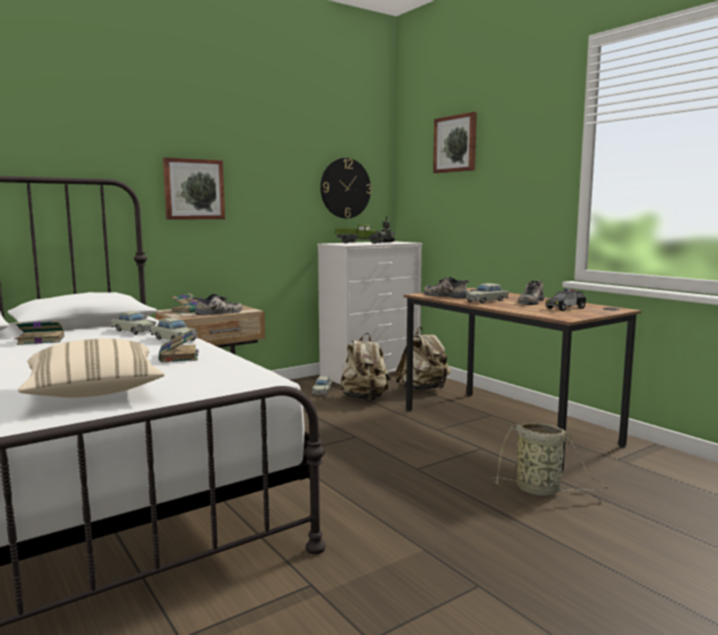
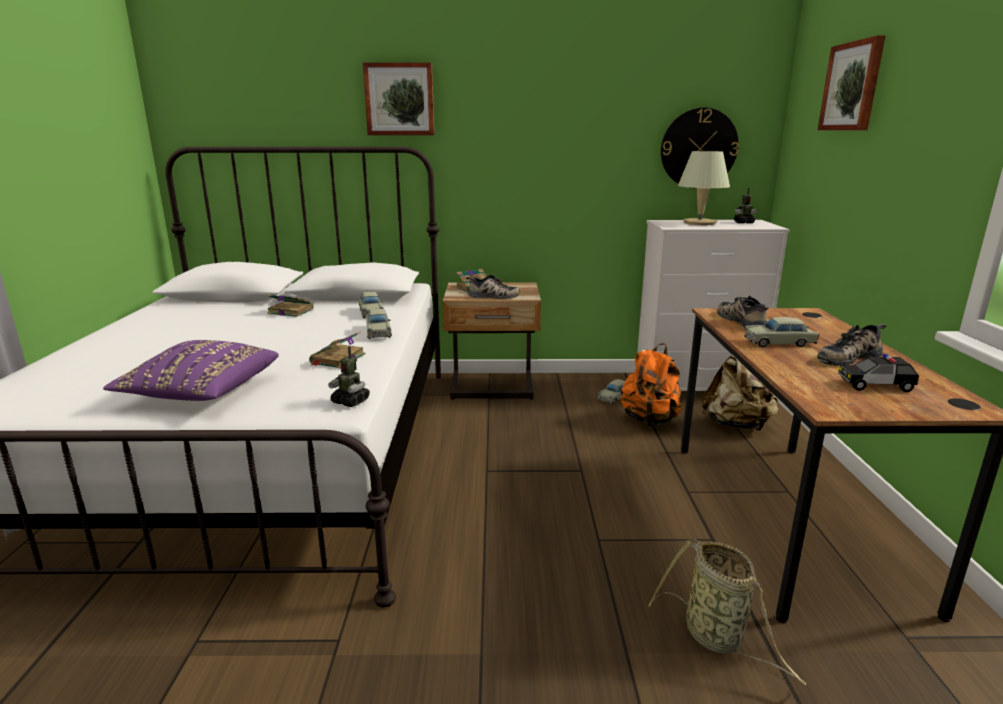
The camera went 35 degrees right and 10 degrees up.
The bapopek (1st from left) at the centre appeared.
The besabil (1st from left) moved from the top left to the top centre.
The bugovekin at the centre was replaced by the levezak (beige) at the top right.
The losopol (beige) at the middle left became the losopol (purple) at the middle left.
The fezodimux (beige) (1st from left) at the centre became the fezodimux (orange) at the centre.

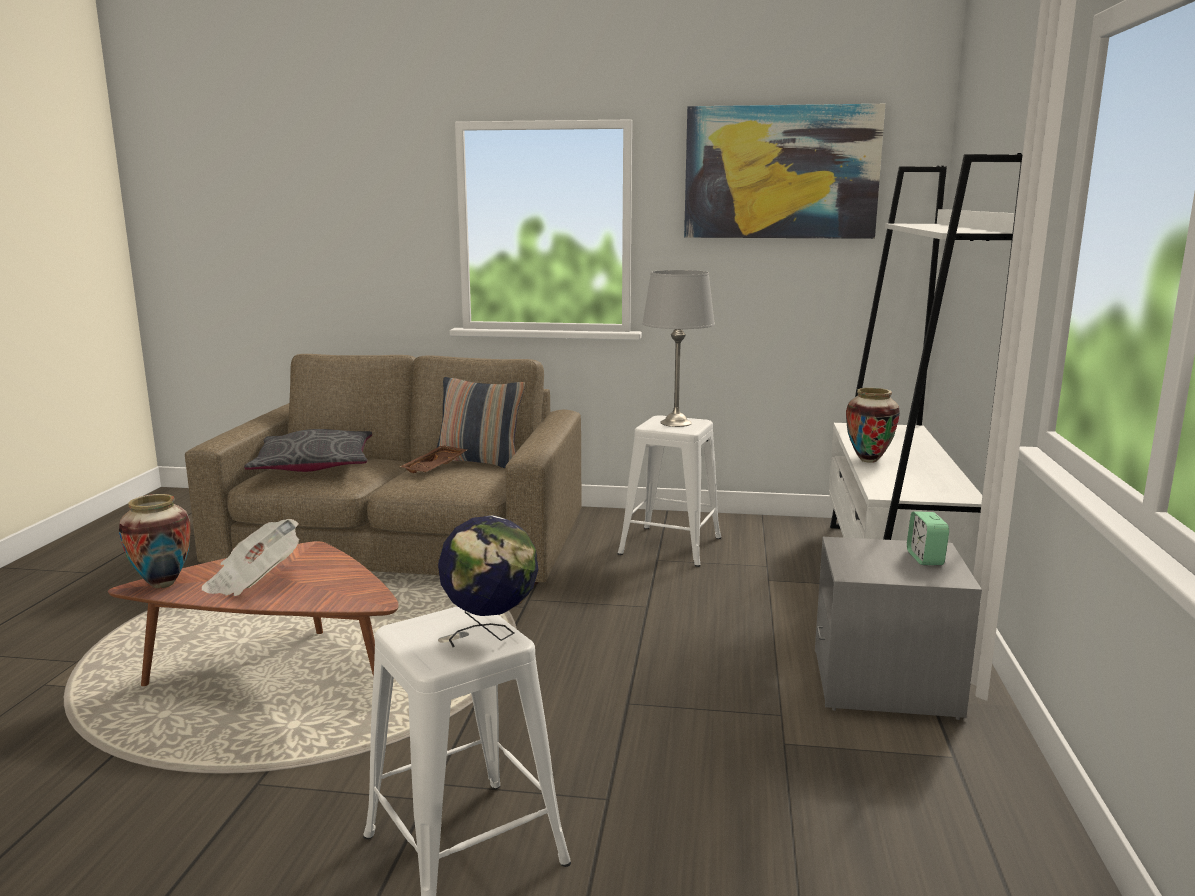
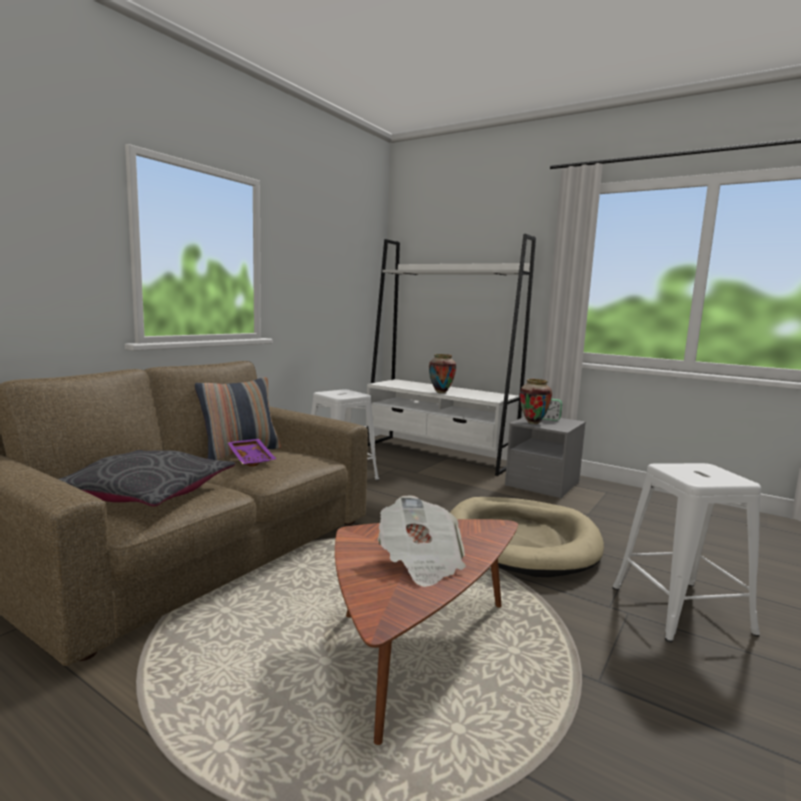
The camera went 65 degrees left and 5 degrees down.
The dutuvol at the centre disappeared.
The levezak (grey) at the centre disappeared.
The besabil at the top centre disappeared.
The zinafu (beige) at the bottom centre appeared.
The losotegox (1st from left in the first image) moved from the middle left to the middle right.
The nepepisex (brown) at the centre became the nepepisex (purple) at the middle left.

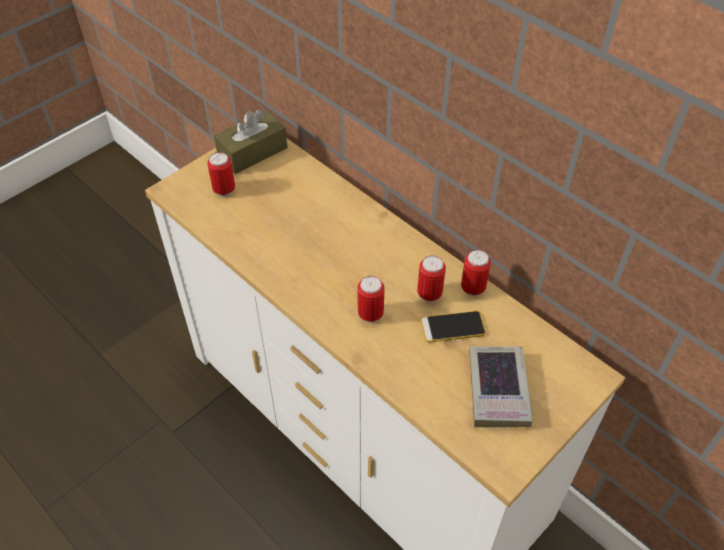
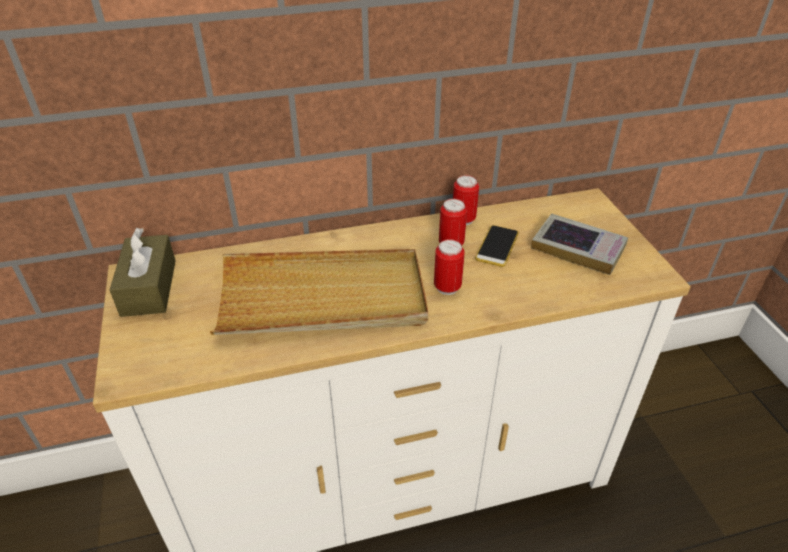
The camera went 60 degrees left and 10 degrees down.
The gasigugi (1st from left) at the top left disappeared.
The nepepisex (beige) at the centre appeared.

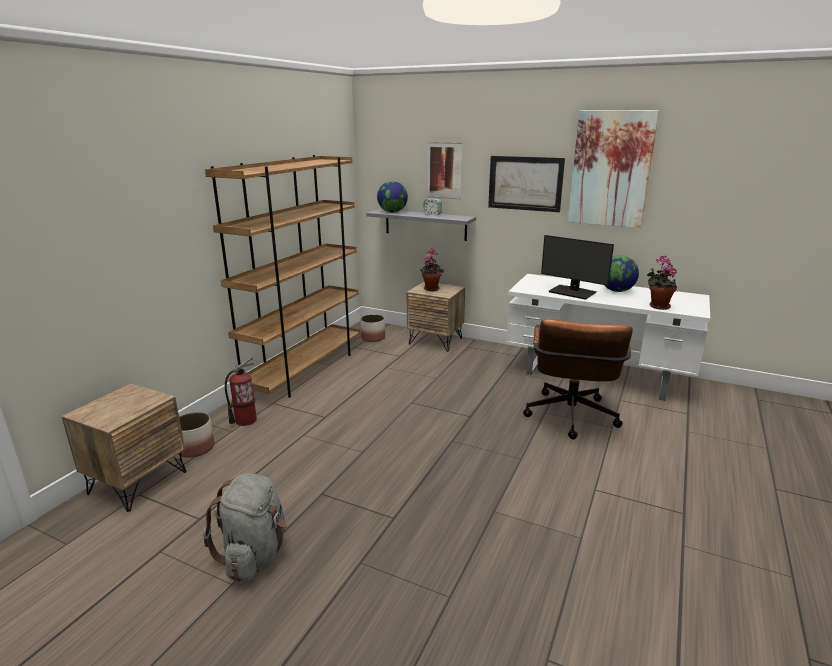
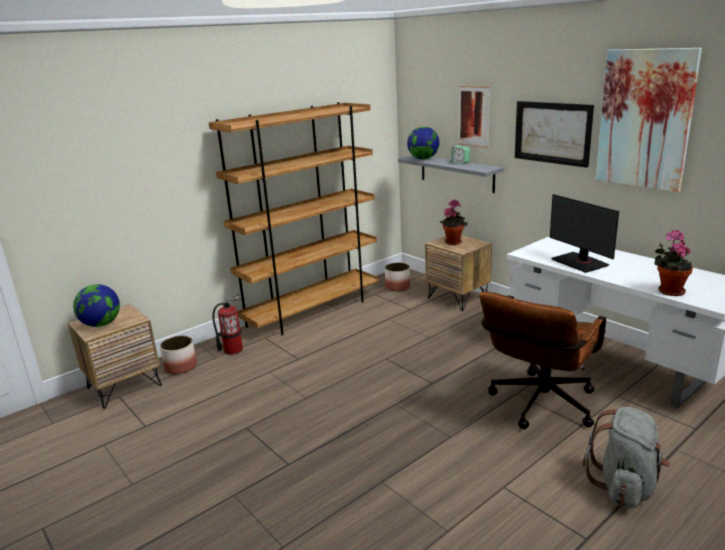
The camera went 25 degrees right and 0 degrees up.
The fezodimux (grey) moved from the bottom left to the bottom right.
The dutuvol (2nd from left in the first image) moved from the middle right to the middle left.

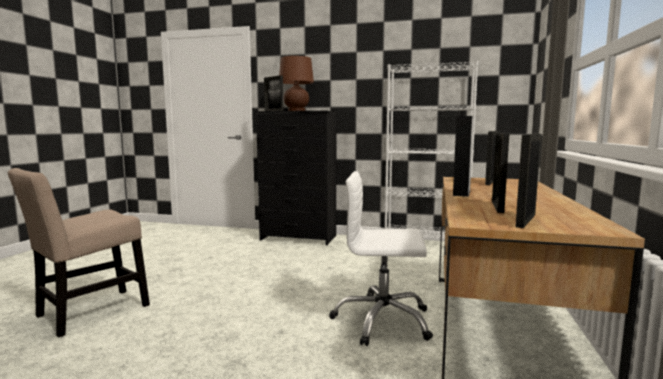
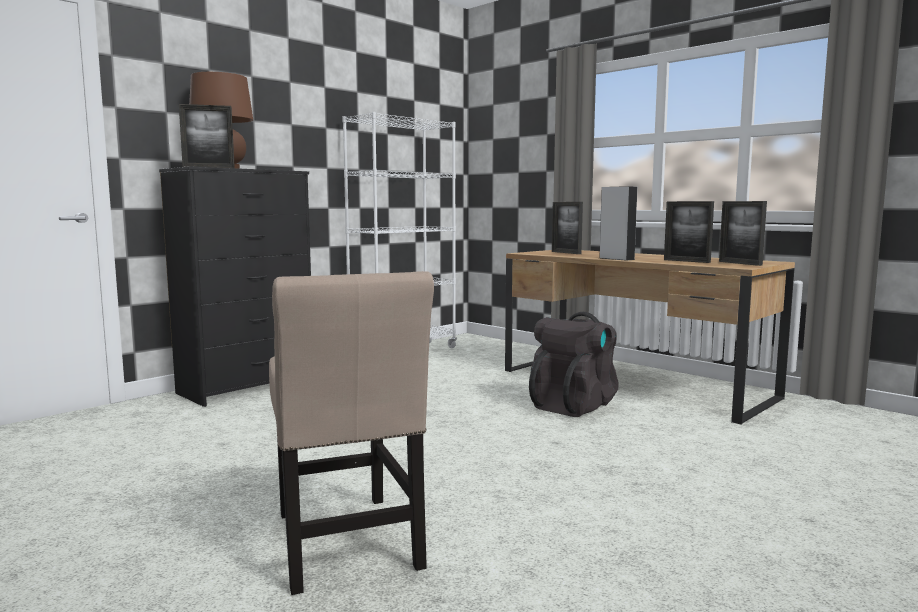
The camera went 60 degrees left and 0 degrees up.
The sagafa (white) at the bottom centre was replaced by the fezodimux (black) at the centre.

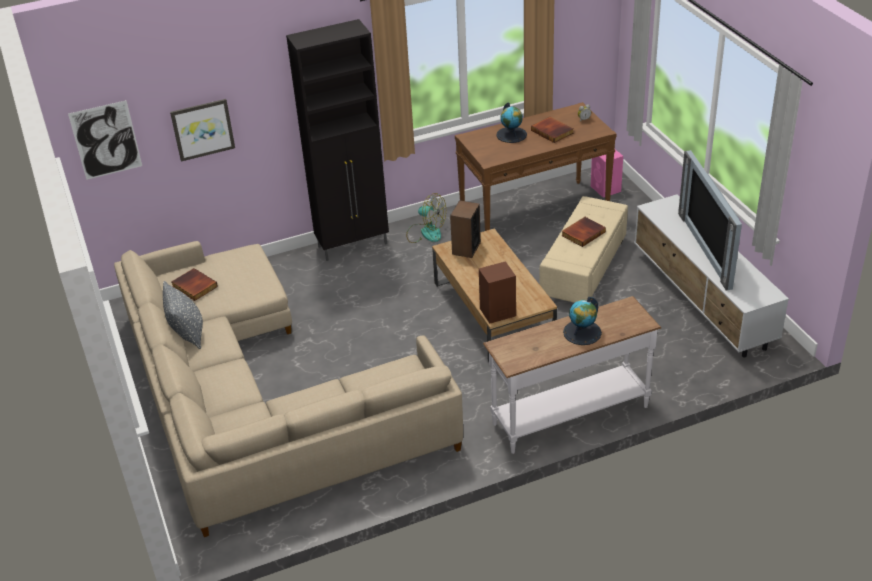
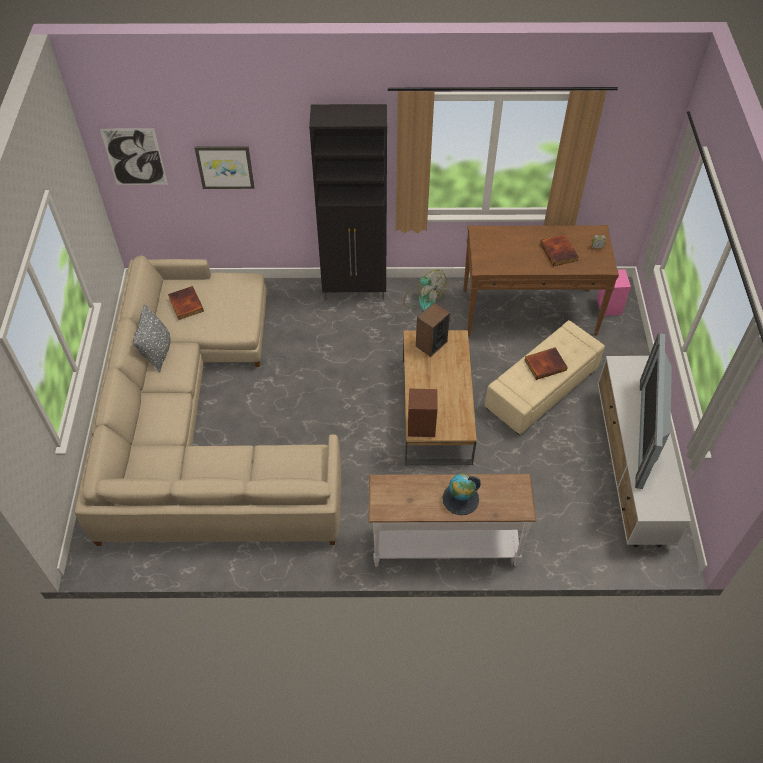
The camera went 20 degrees right and 15 degrees up.
The dutuvol (1st from left) at the top centre disappeared.

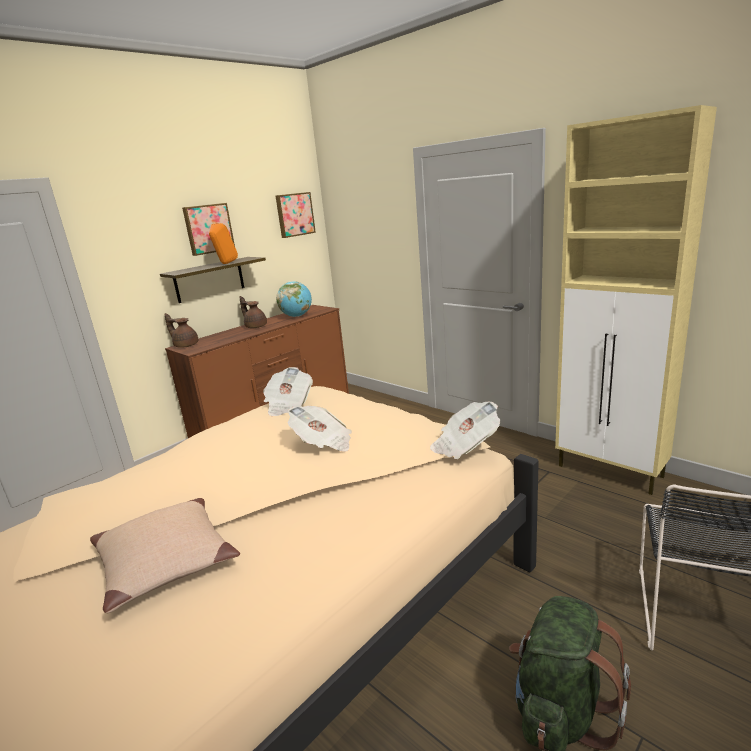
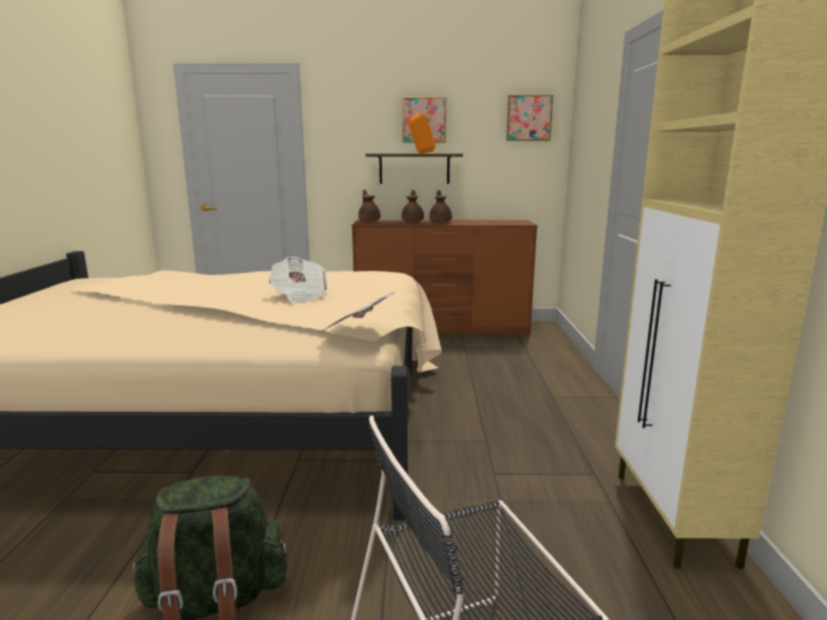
The camera went 45 degrees right and 5 degrees down.
The losopol (beige) at the bottom left disappeared.
The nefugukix (1st from left) at the centre disappeared.
The dutuvol at the centre disappeared.
The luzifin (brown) (2nd from left) at the top centre appeared.

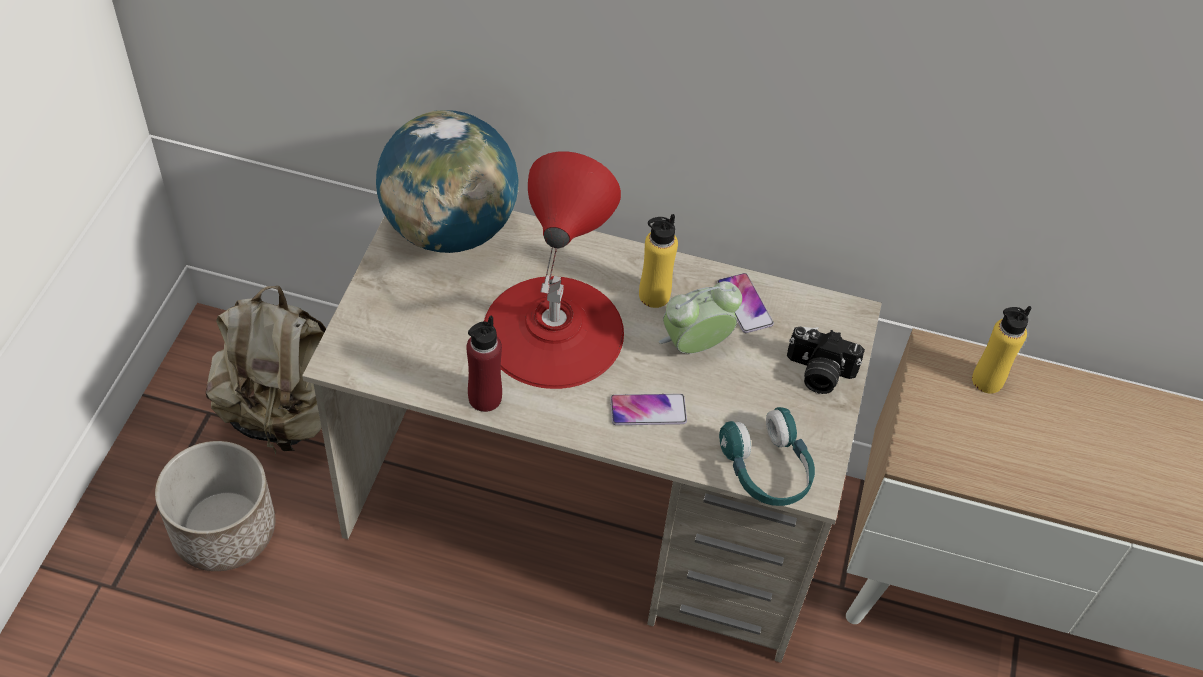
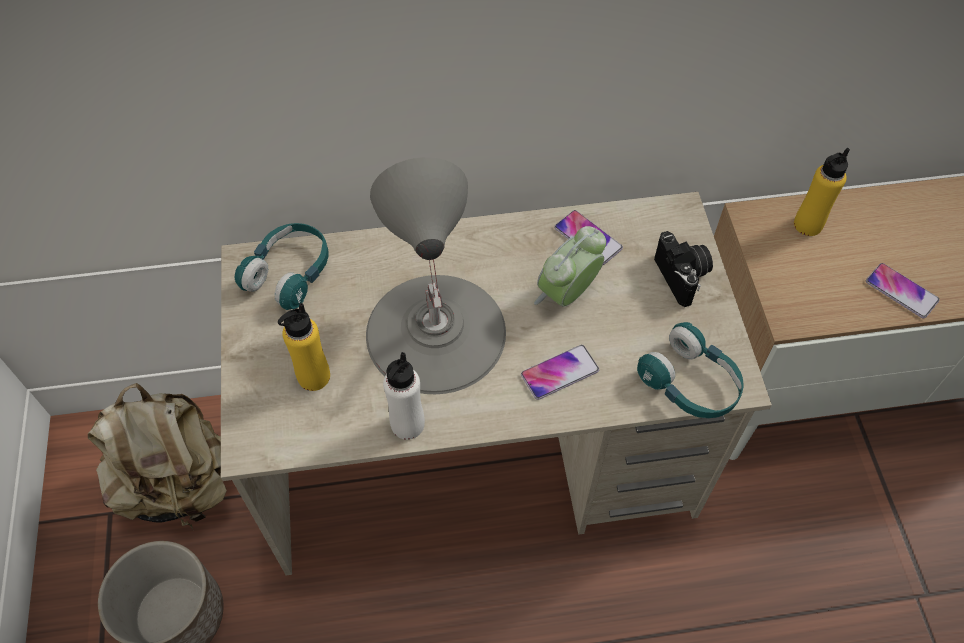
The camera went 20 degrees left and 5 degrees up.
The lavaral (3rd from left) at the middle right appeared.
The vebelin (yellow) (1st from left) moved from the centre to the middle left.
The dutuvol at the top centre was replaced by the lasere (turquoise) (1st from left) at the middle left.
The vebelin (red) at the centre became the vebelin (white) at the centre.
The levezak (red) at the centre became the levezak (grey) at the centre.
The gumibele at the middle right turned 105 degrees counterclockwise.

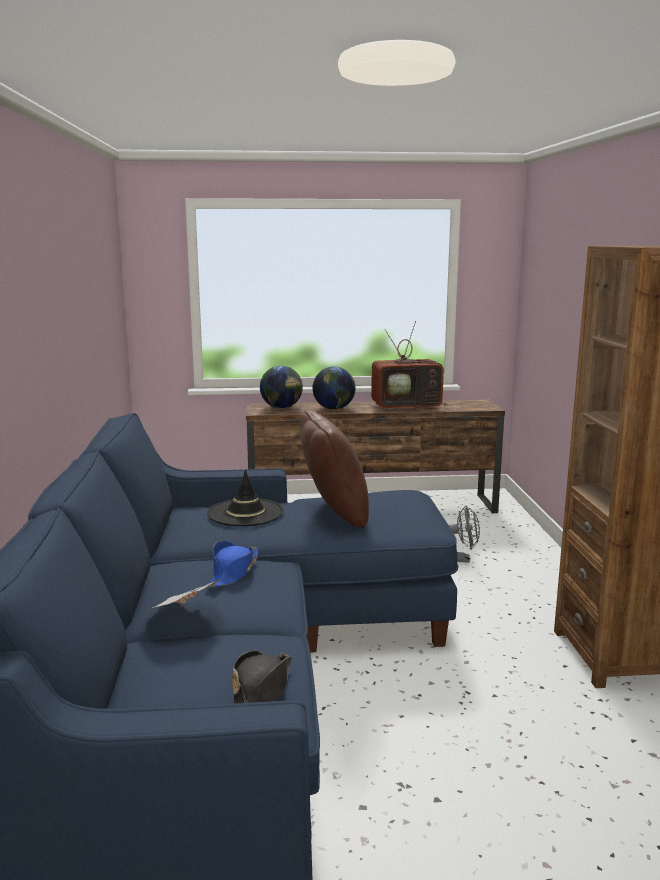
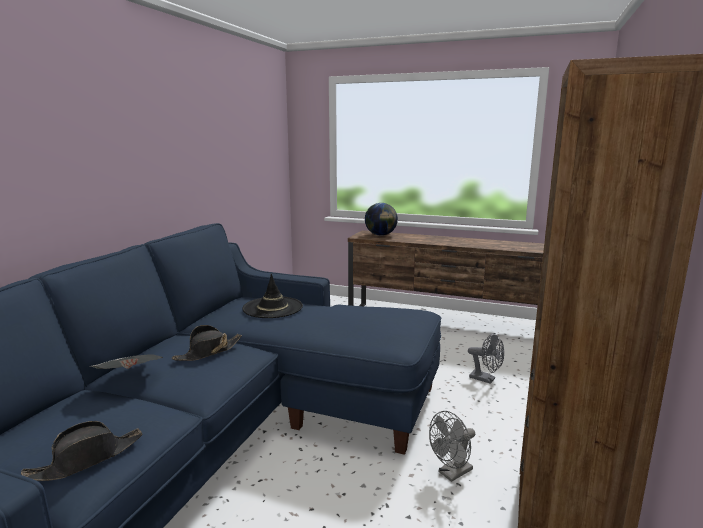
The camera went 25 degrees right and 0 degrees up.
The losopol (brown) at the centre disappeared.
The dutuvol (2nd from left) at the centre disappeared.
The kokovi at the centre disappeared.
The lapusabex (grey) (1st from left) at the bottom centre appeared.
The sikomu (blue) at the centre became the sikomu (black) (2nd from left) at the middle left.

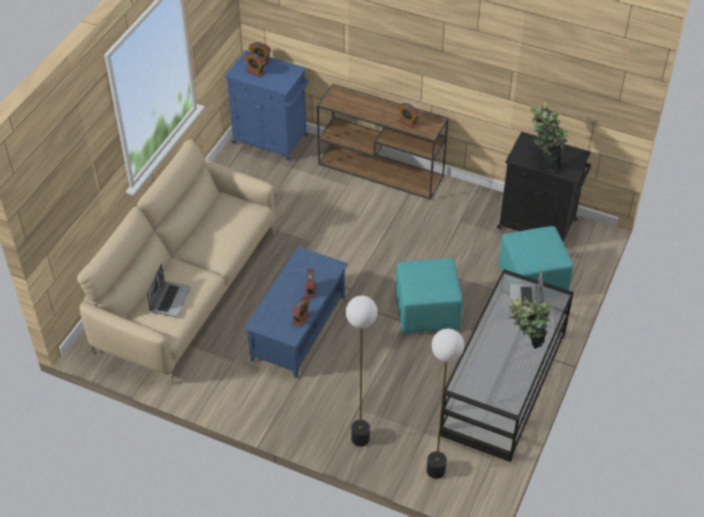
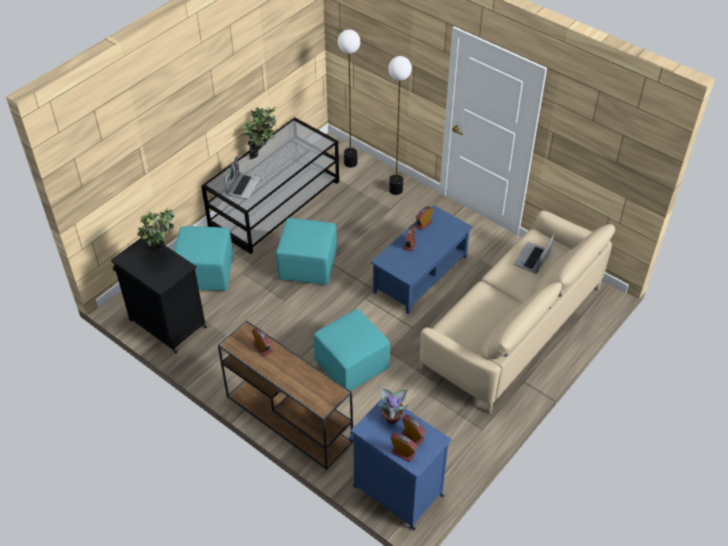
The camera went 165 degrees left and 0 degrees up.
The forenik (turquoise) (3rd from left) at the centre appeared.
The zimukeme (3rd from left) at the bottom centre appeared.

